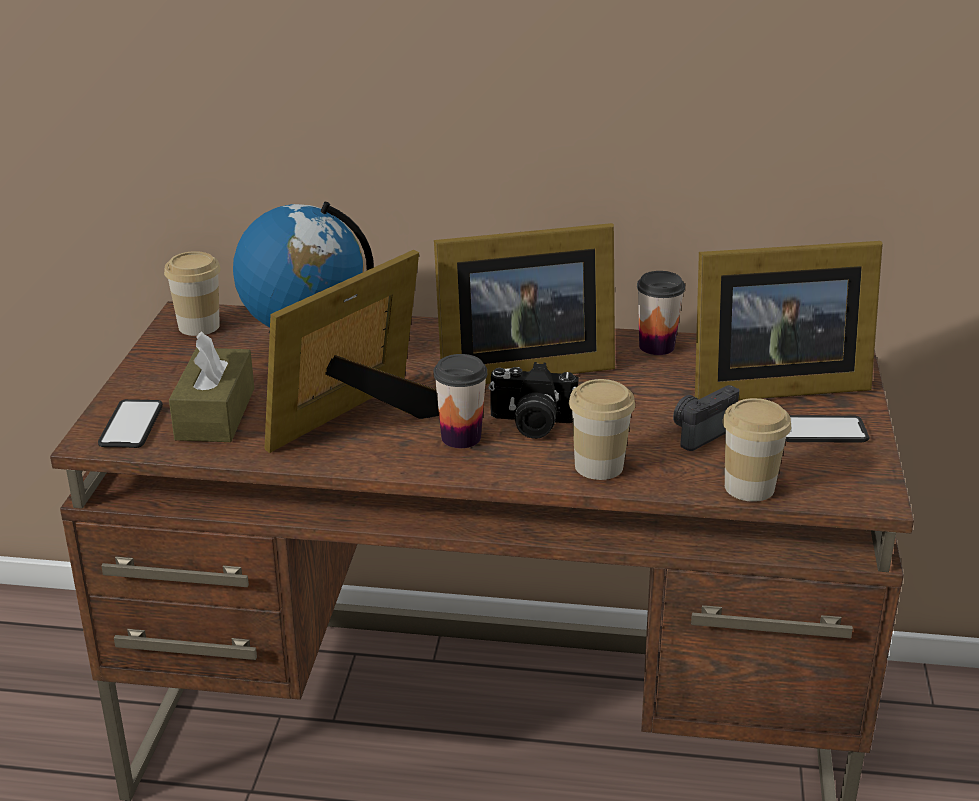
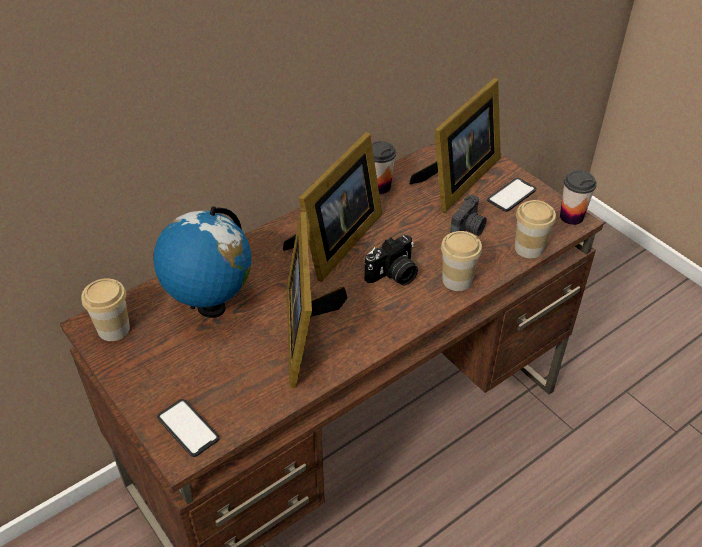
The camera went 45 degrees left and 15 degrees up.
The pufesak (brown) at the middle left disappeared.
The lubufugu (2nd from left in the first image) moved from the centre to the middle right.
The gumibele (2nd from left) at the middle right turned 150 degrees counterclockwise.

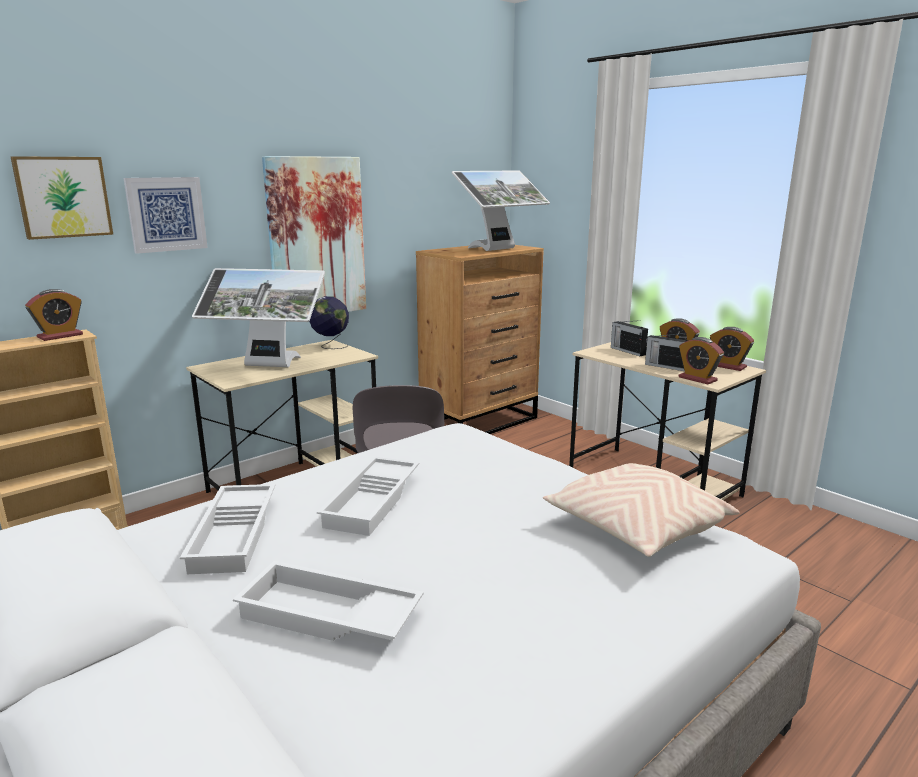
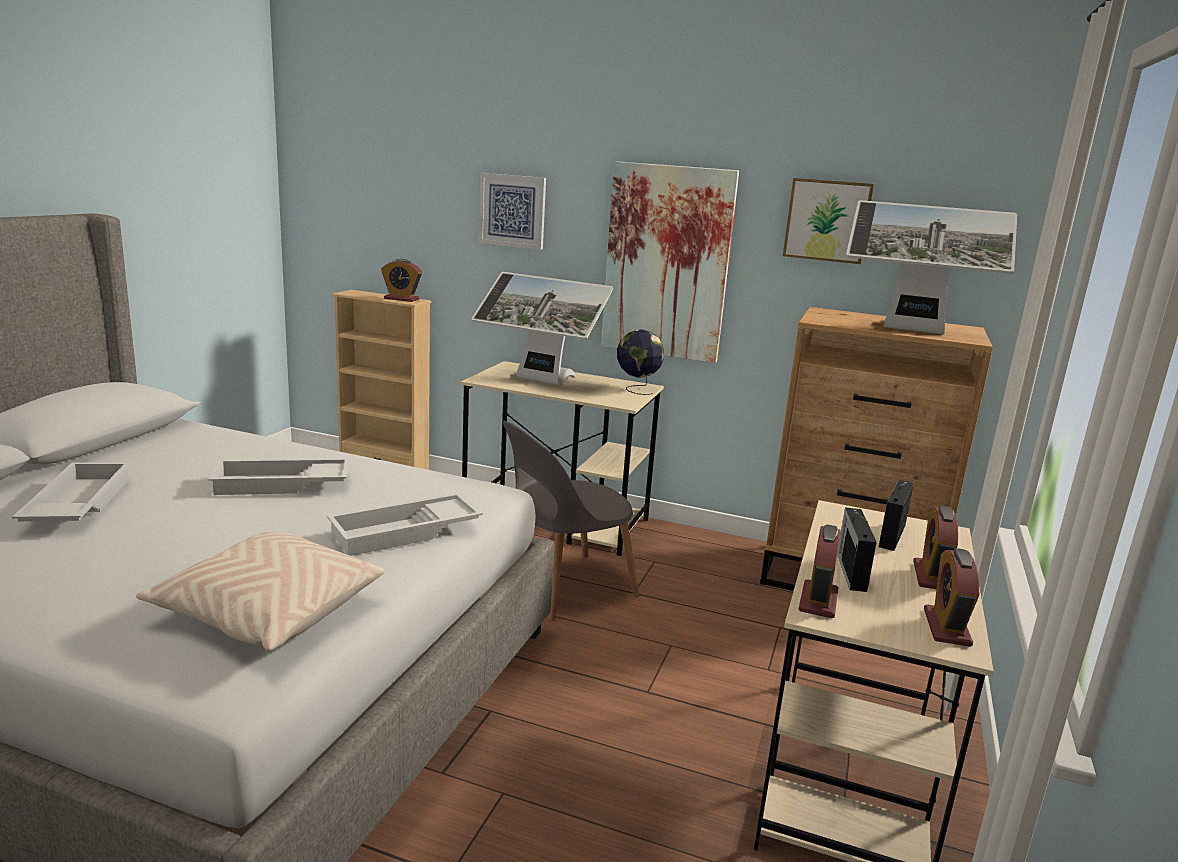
The camera went 60 degrees right and 0 degrees up.
The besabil (1st from left in the first image) moved from the top left to the top right.
The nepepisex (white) (1st from left in the first image) moved from the bottom left to the centre.
The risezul (1st from left) at the middle left turned 45 degrees counterclockwise.

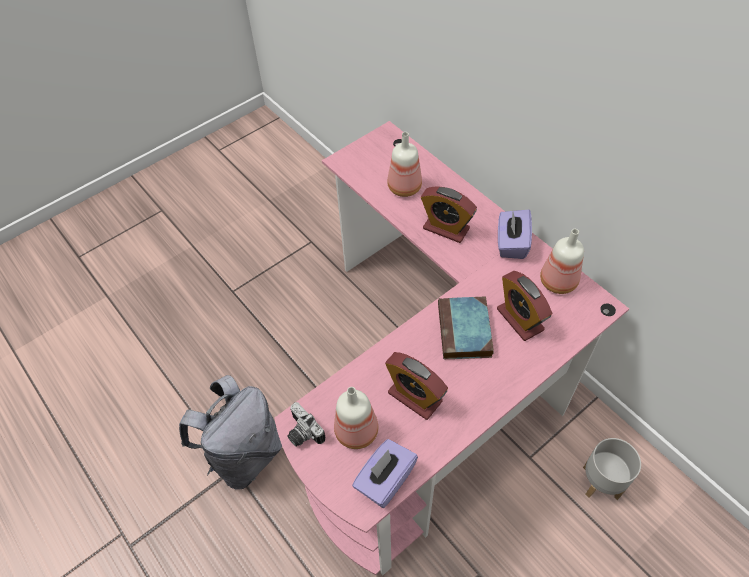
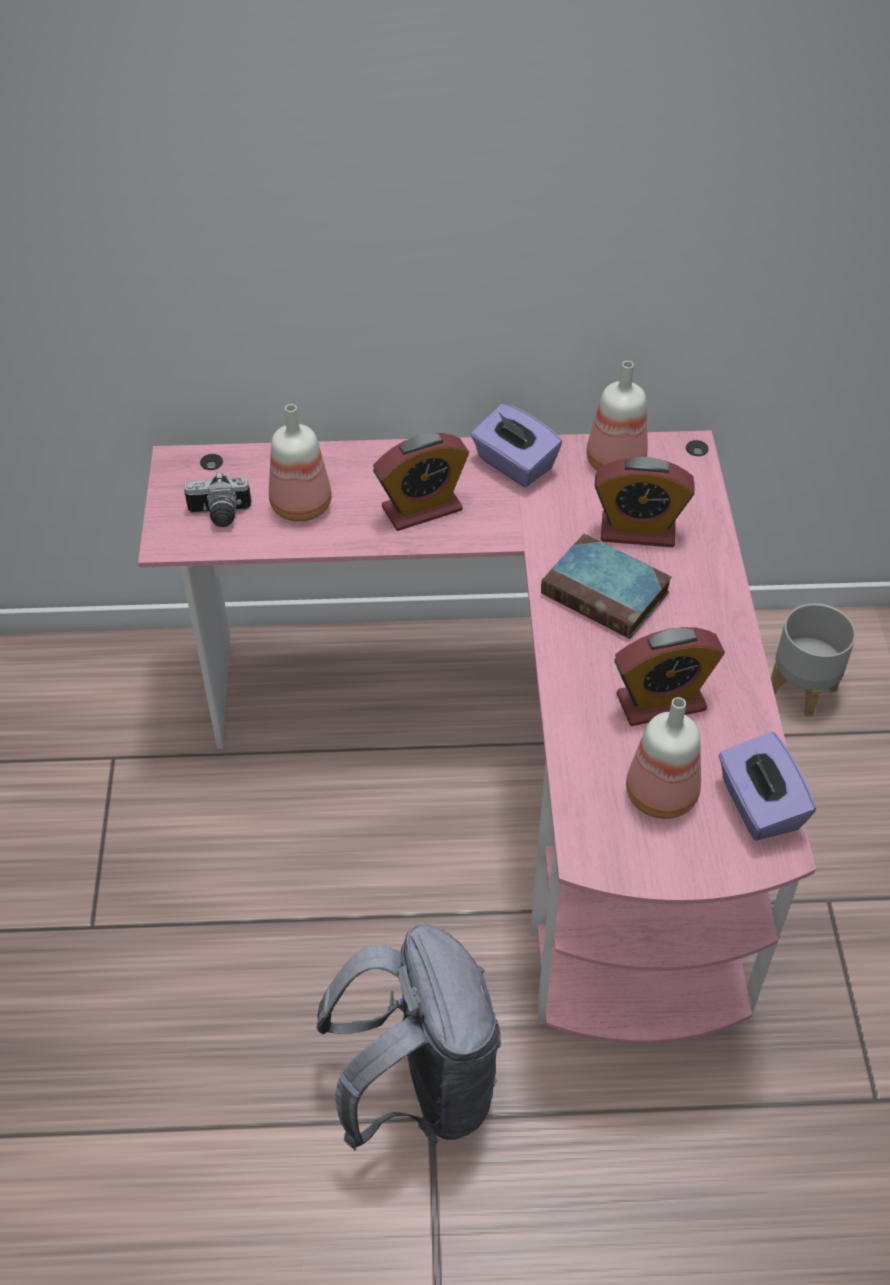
The camera went 55 degrees left and 5 degrees down.
The gumibele moved from the bottom centre to the middle left.

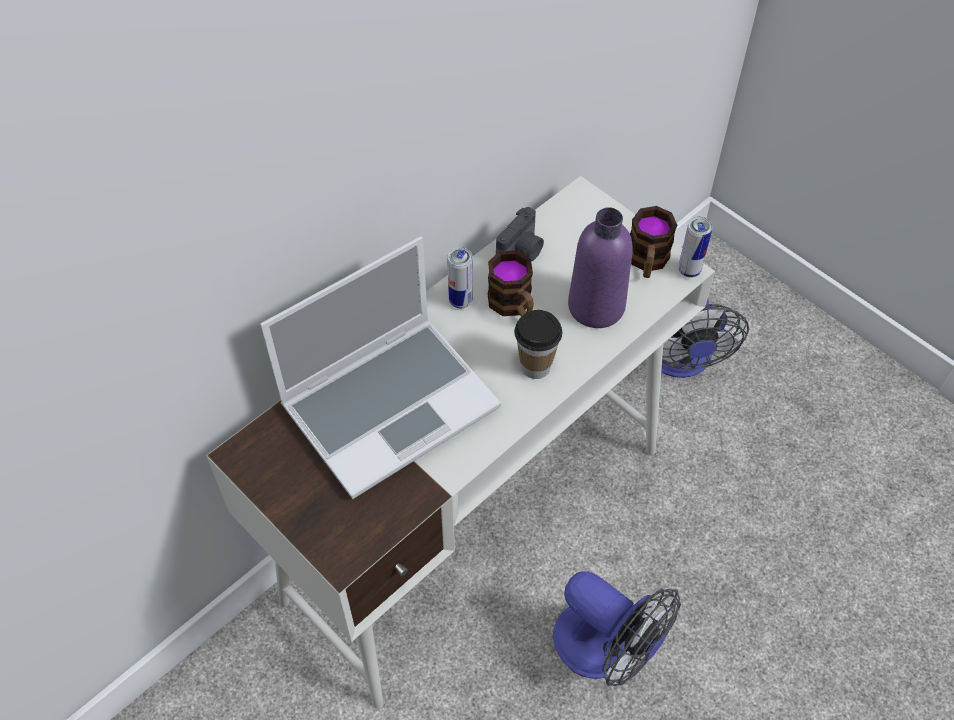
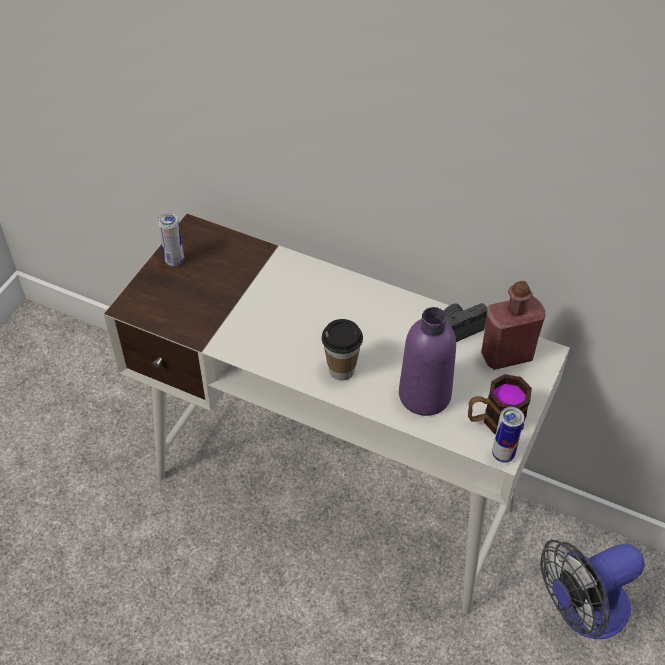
The camera went 70 degrees right and 5 degrees down.
The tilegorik at the centre disappeared.
The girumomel (1st from left) at the centre disappeared.
The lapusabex (1st from left) at the bottom centre disappeared.
The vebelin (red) at the middle right appeared.
The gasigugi (1st from left) moved from the centre to the middle left.
The gumibele at the top centre turned 135 degrees clockwise.

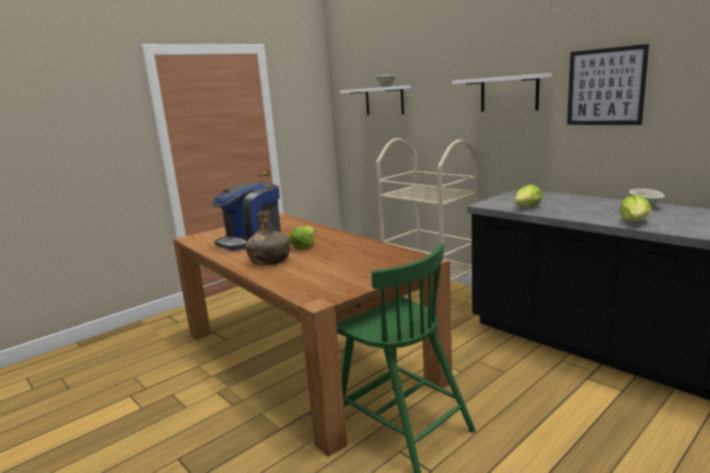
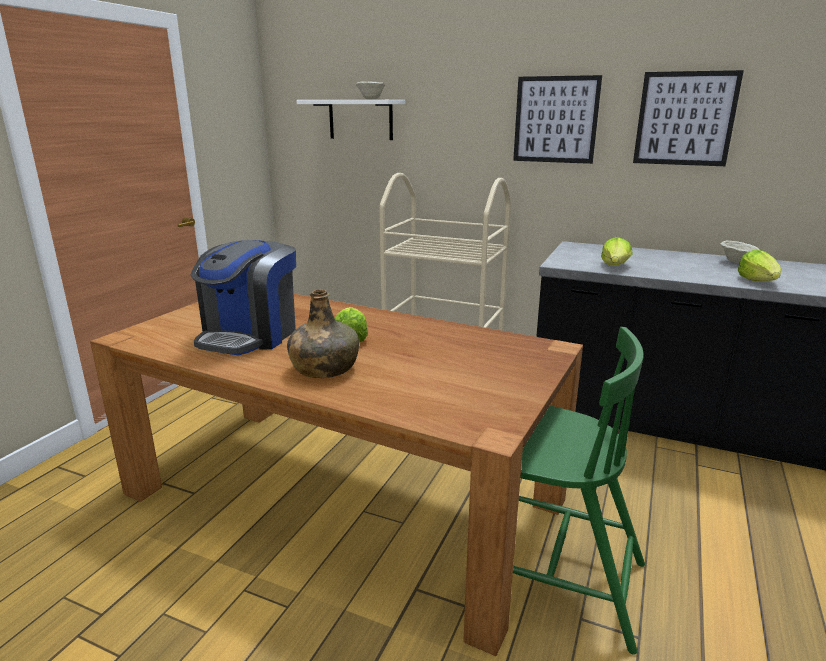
The camera went 25 degrees left and 5 degrees up.
The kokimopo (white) (2nd from left) at the top right was replaced by the besabil (1st from left) at the top right.

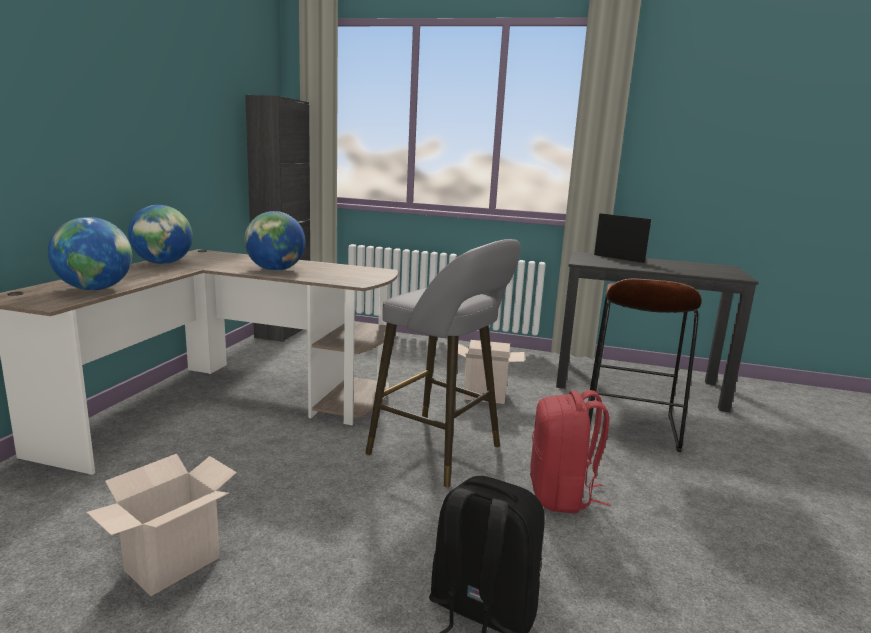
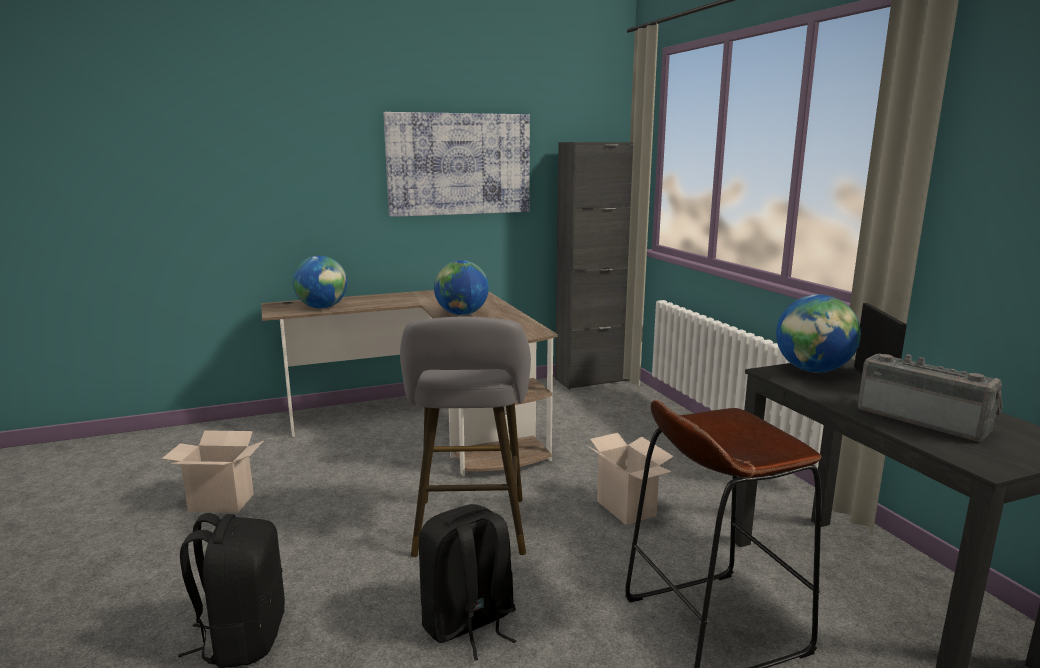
The camera went 55 degrees right and 0 degrees up.
The besabil at the top centre appeared.
The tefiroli at the middle right appeared.
The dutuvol (2nd from left in the first image) moved from the middle left to the middle right.
The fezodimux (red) at the bottom centre became the fezodimux (black) (2nd from left) at the bottom centre.

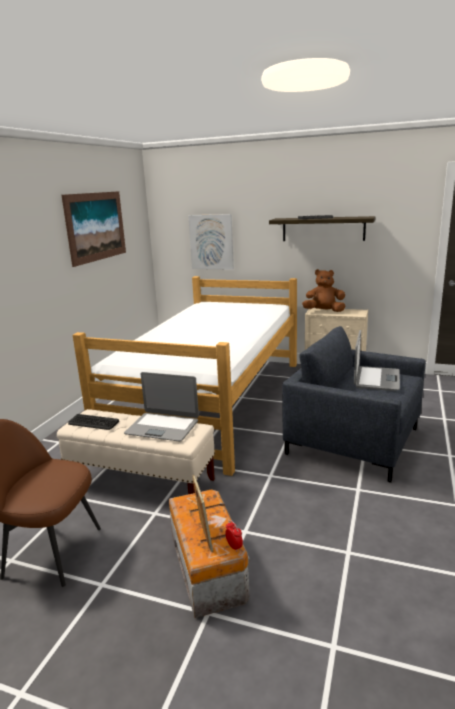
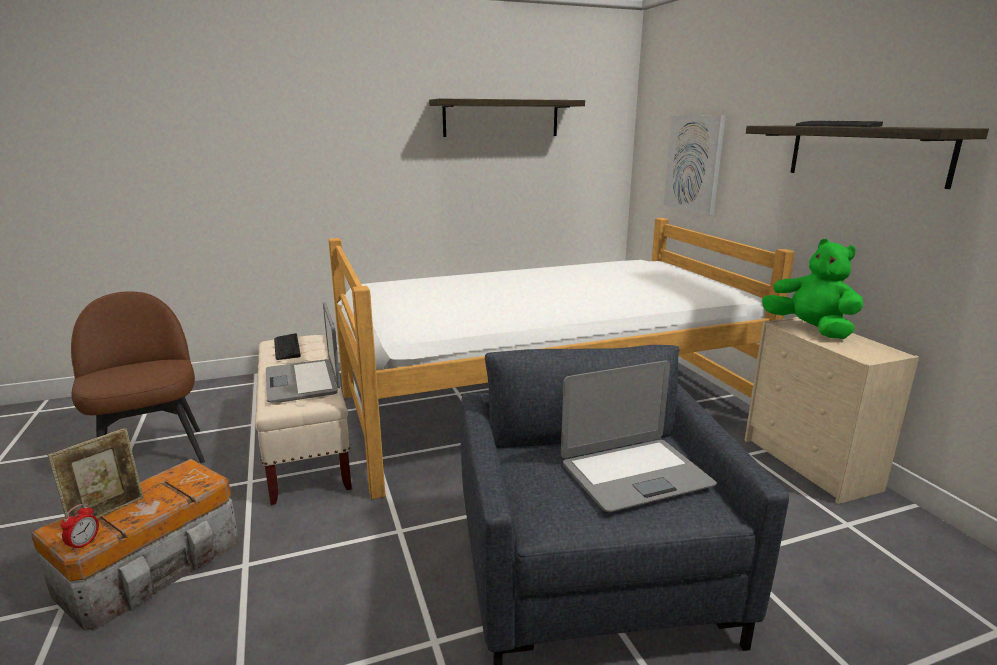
The camera went 50 degrees right and 0 degrees up.
The besabil (1st from left) at the top left was replaced by the kokimopo (1st from left) at the top centre.
The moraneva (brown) at the middle right became the moraneva (green) at the middle right.

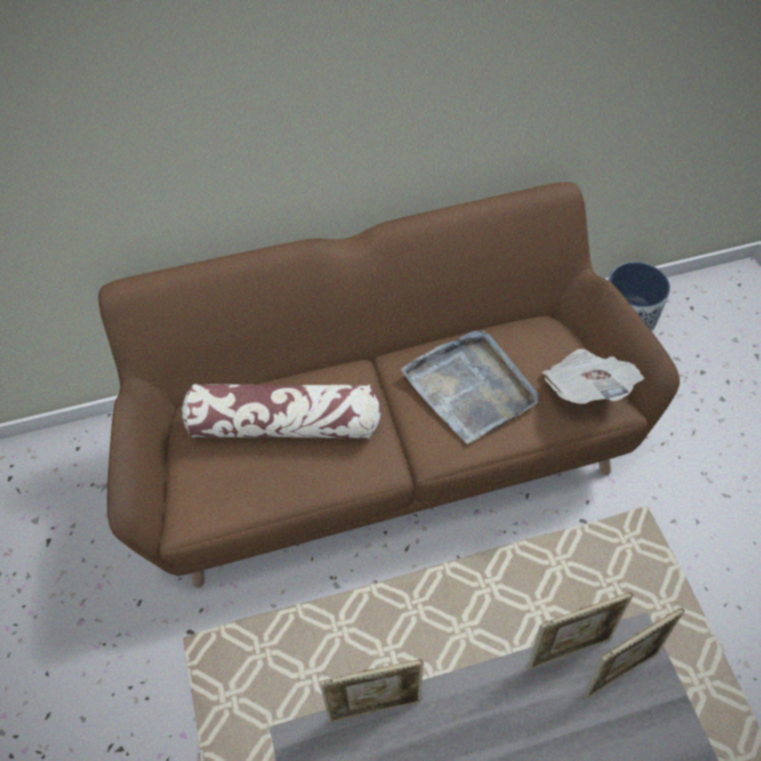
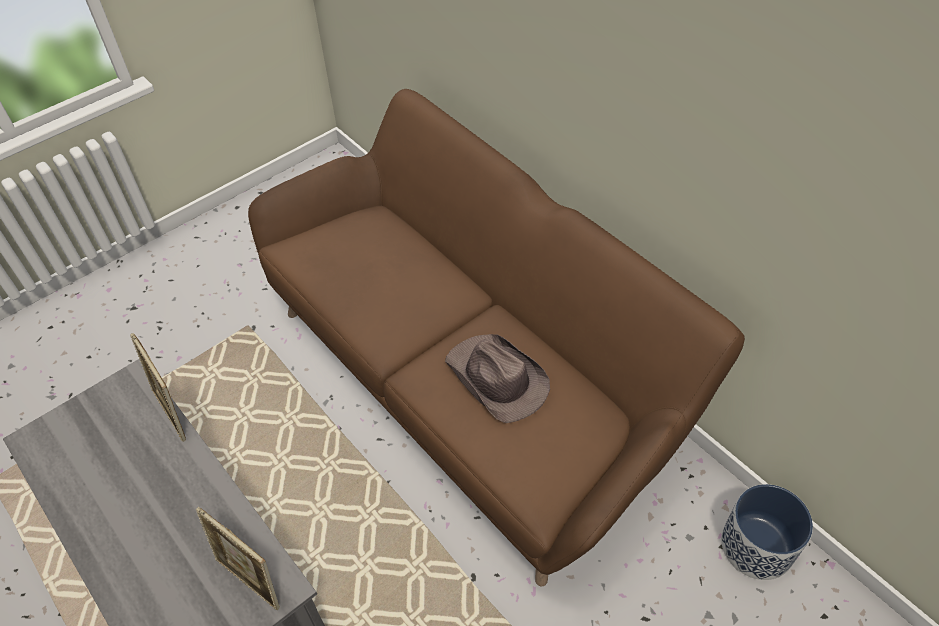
The camera went 65 degrees right and 5 degrees down.
The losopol at the centre disappeared.
The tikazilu (2nd from left) at the bottom right disappeared.
The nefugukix at the middle right disappeared.
The nepepisex (grey) at the centre was replaced by the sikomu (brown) at the centre.

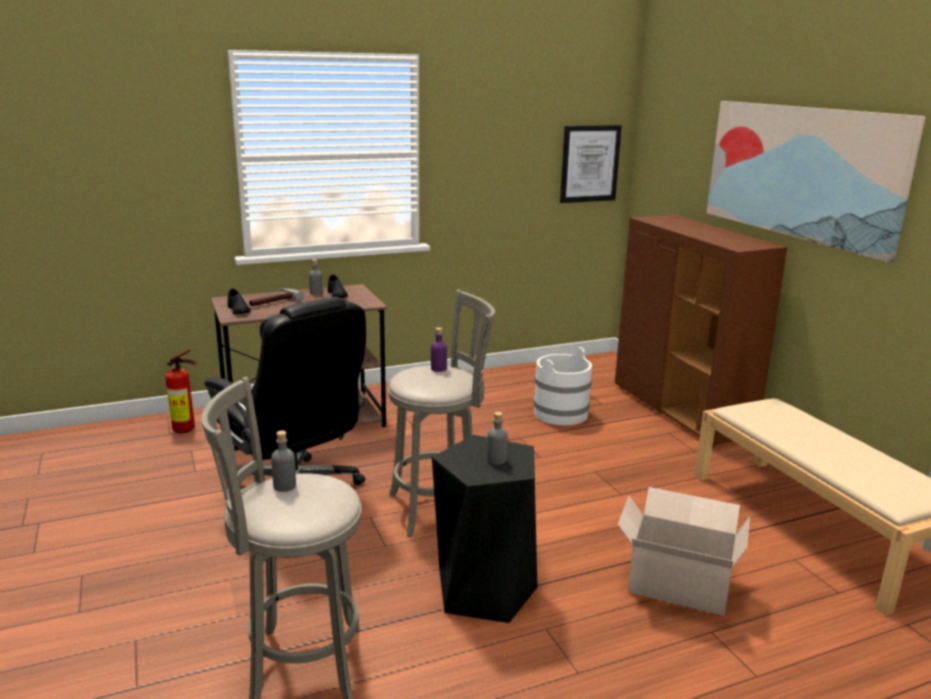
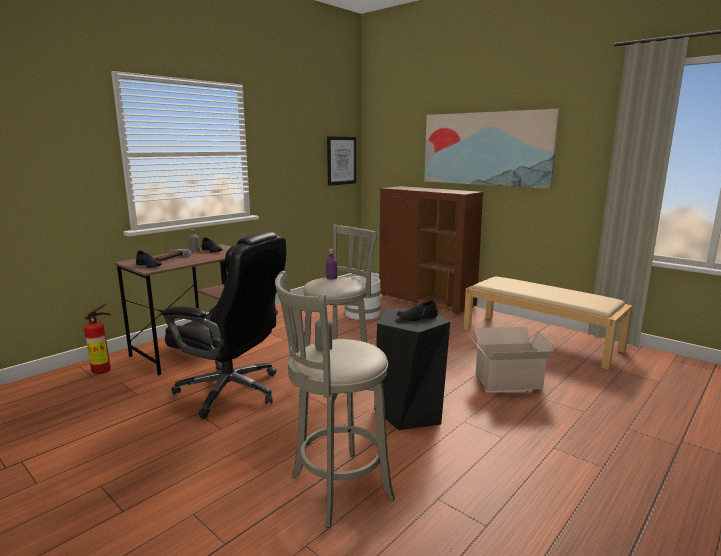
The camera went 25 degrees left and 5 degrees down.
The vebelin (grey) (3rd from left) at the centre was replaced by the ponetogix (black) (3rd from left) at the centre.

